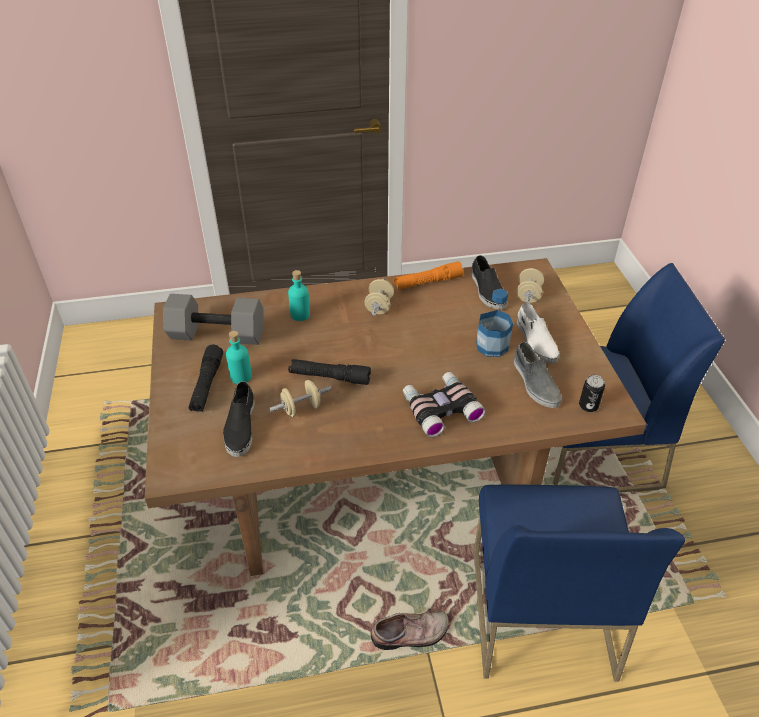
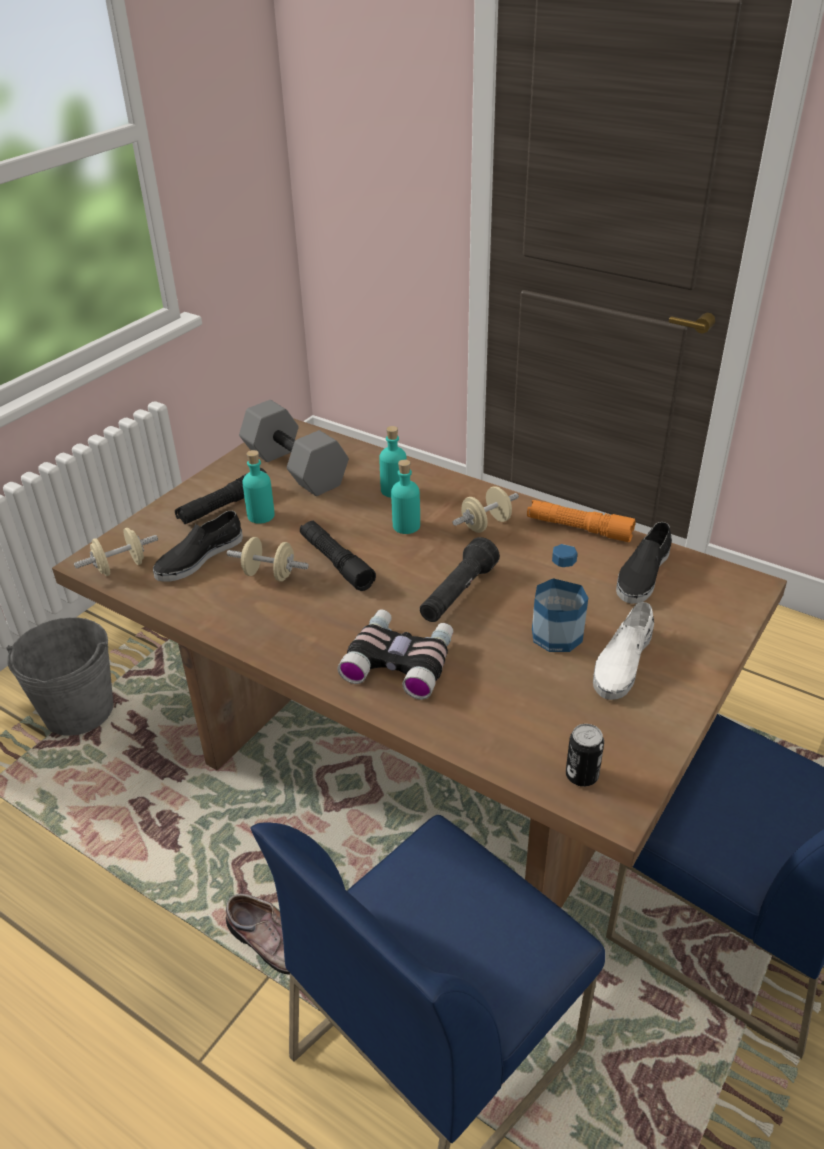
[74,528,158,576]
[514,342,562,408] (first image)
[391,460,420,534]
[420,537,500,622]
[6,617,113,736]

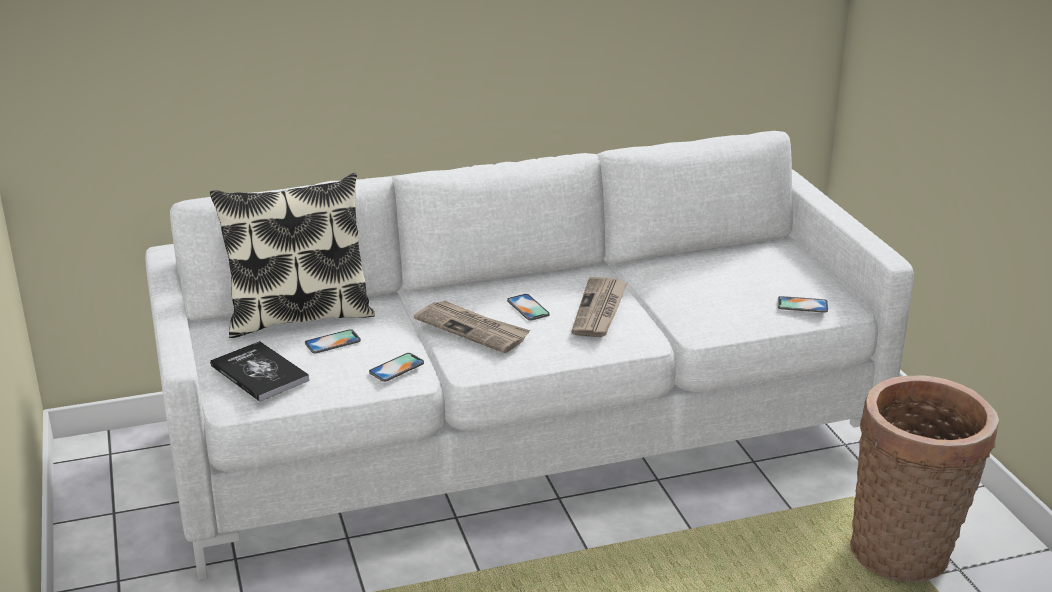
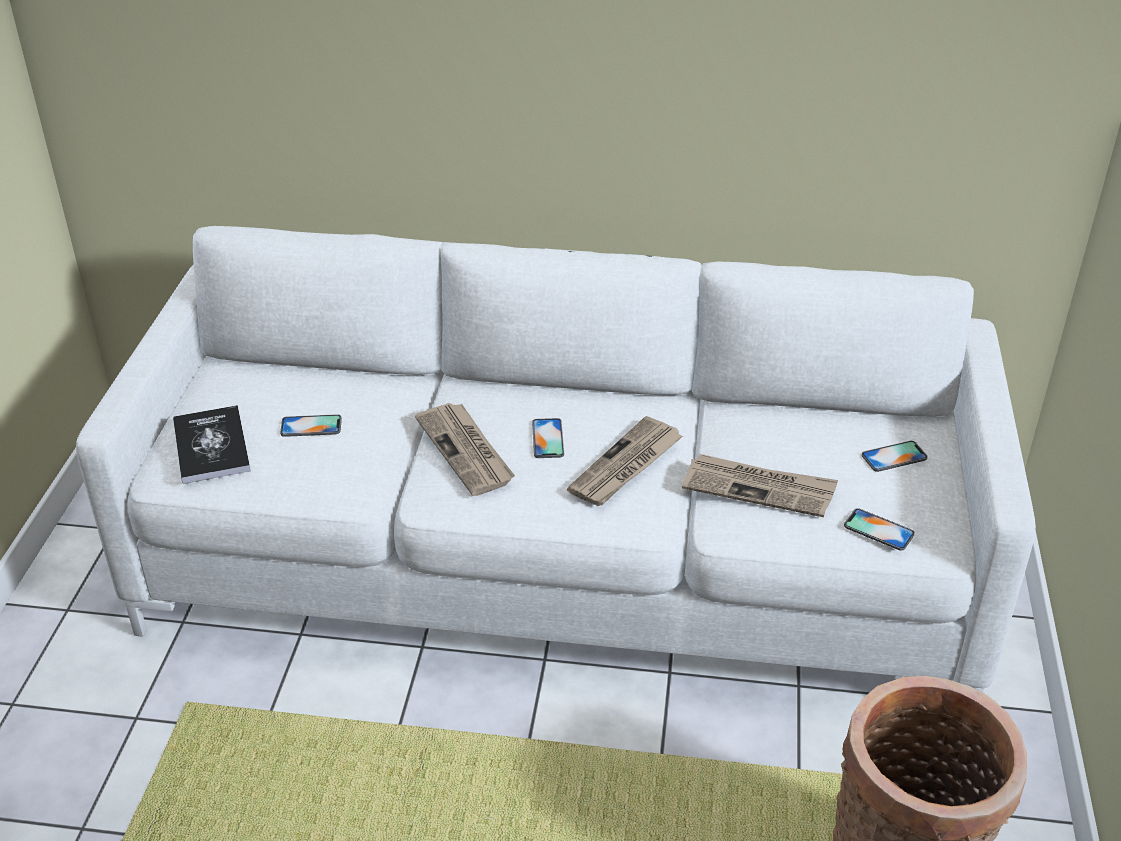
[210,173,375,338] (first image)
[862,441,928,472]
[682,454,838,517]

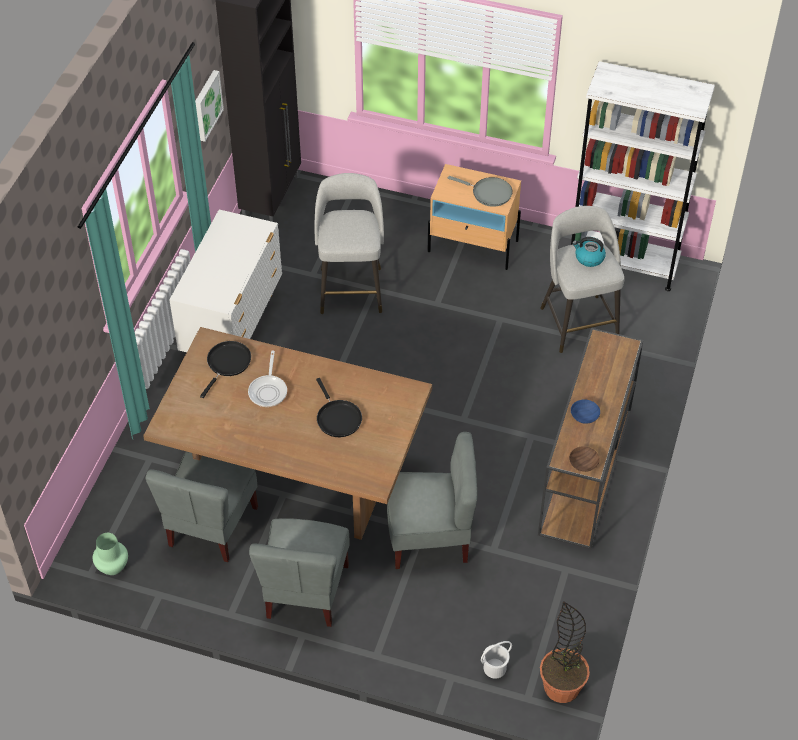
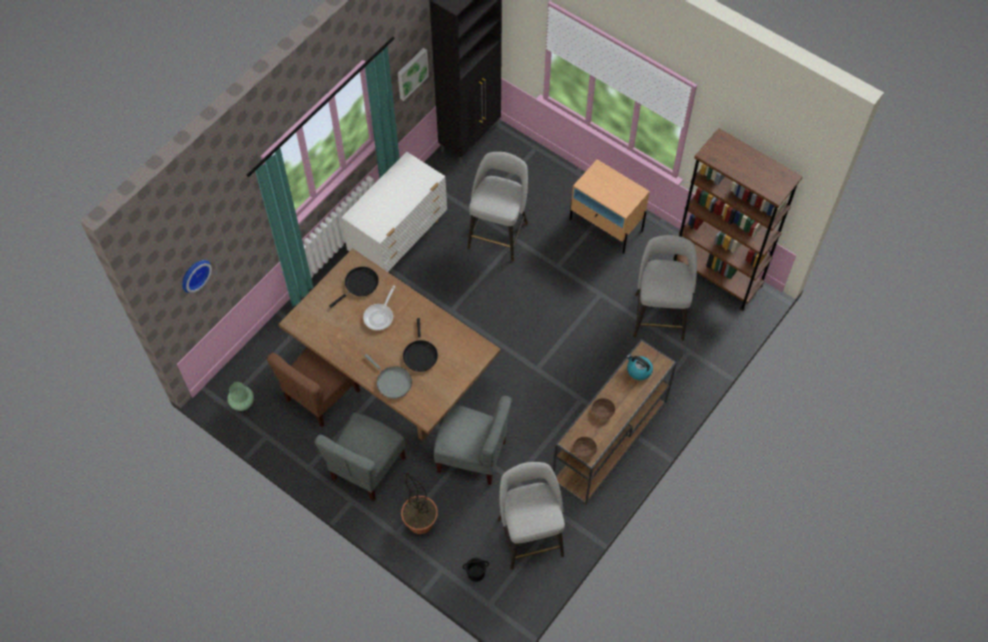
[673,128,803,311]
[364,354,412,399]
[626,354,653,380]
[592,398,615,419]
[267,347,360,427]
[401,472,438,534]
[462,558,489,582]
[183,260,212,293]
[497,462,565,570]

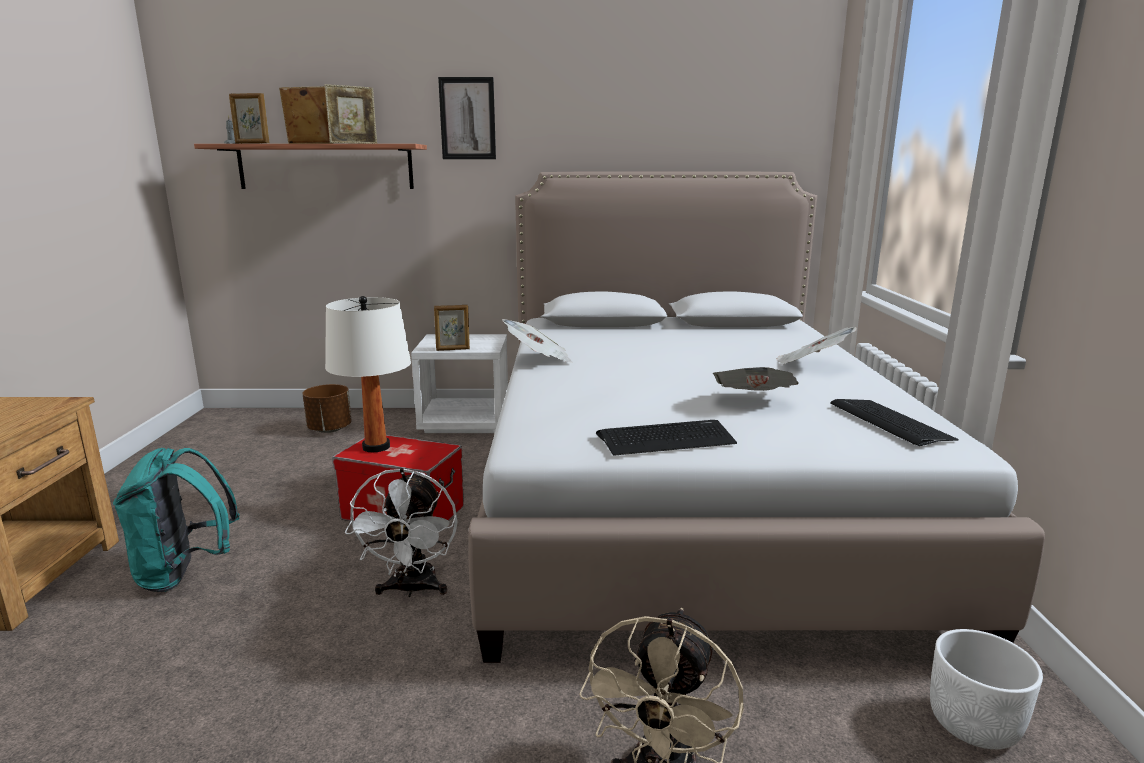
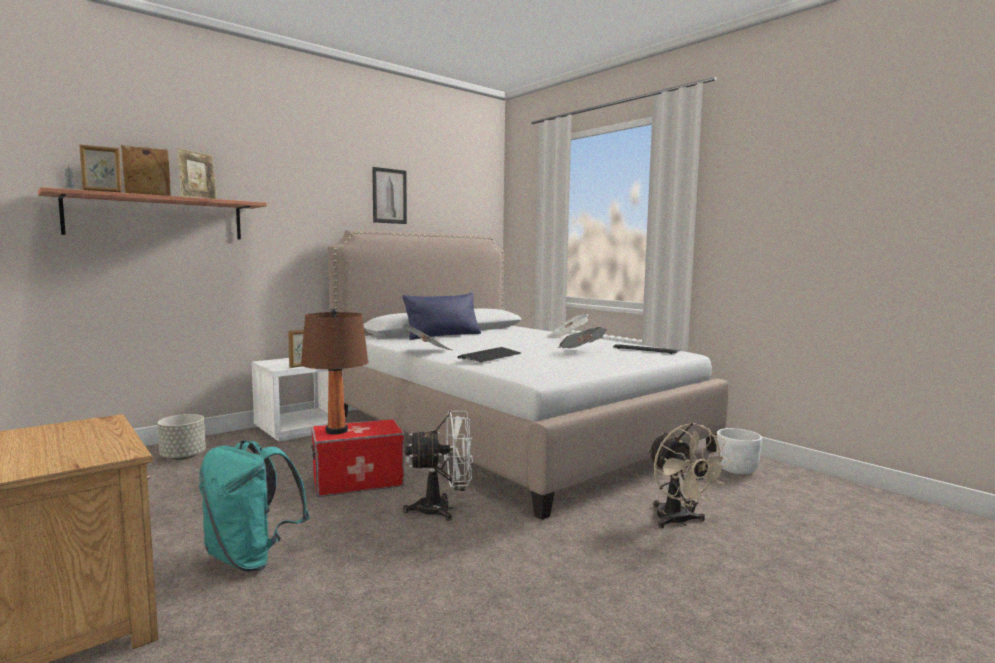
[372,167,407,224]
[301,309,369,434]
[158,414,206,460]
[457,347,521,362]
[403,411,473,521]
[403,293,481,340]

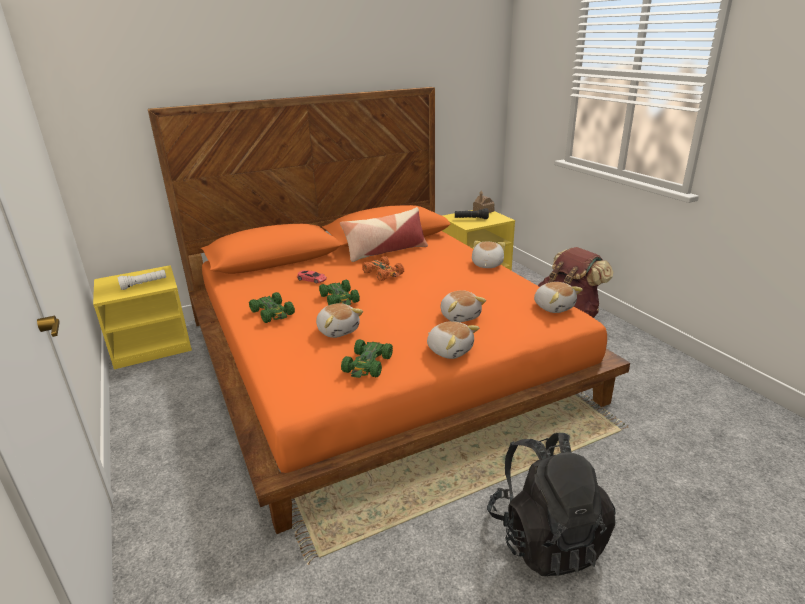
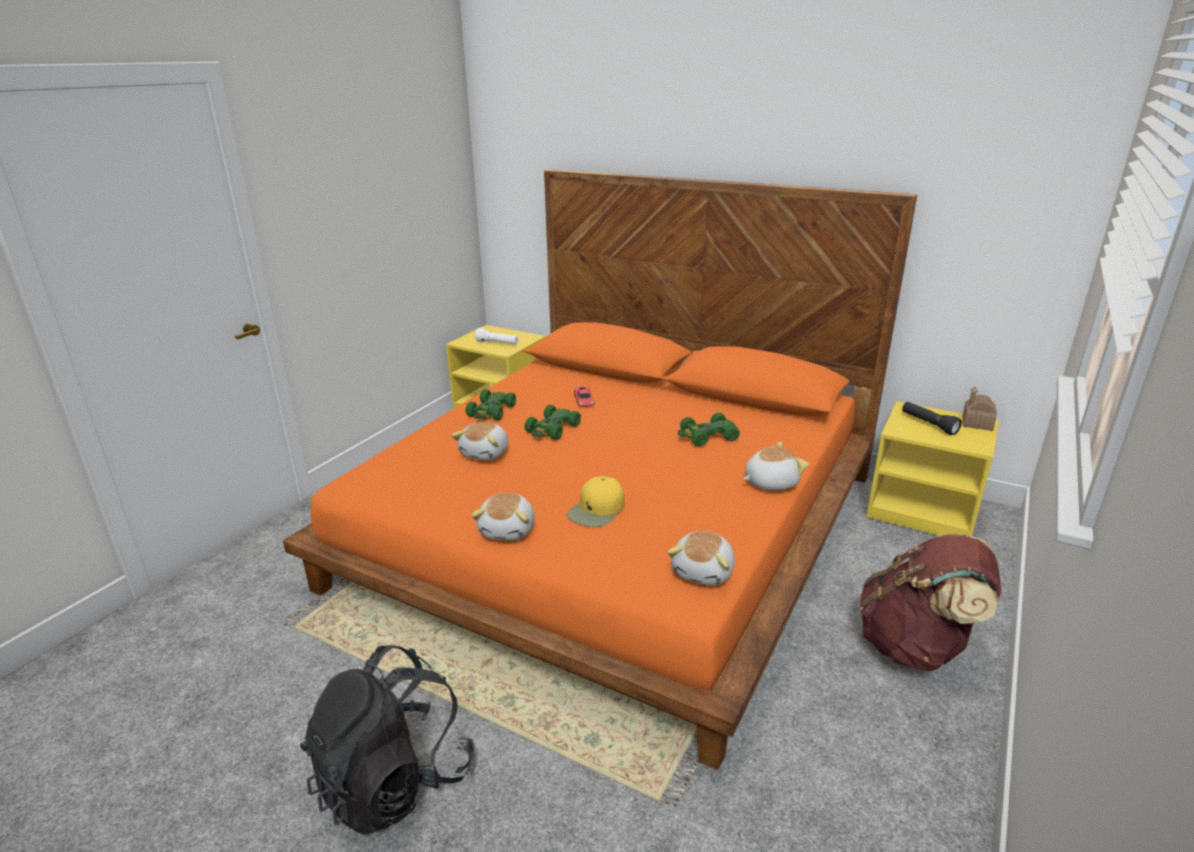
[340,207,428,262] (first image)
[362,256,404,281] (first image)
[567,476,625,527]
[678,413,740,446]

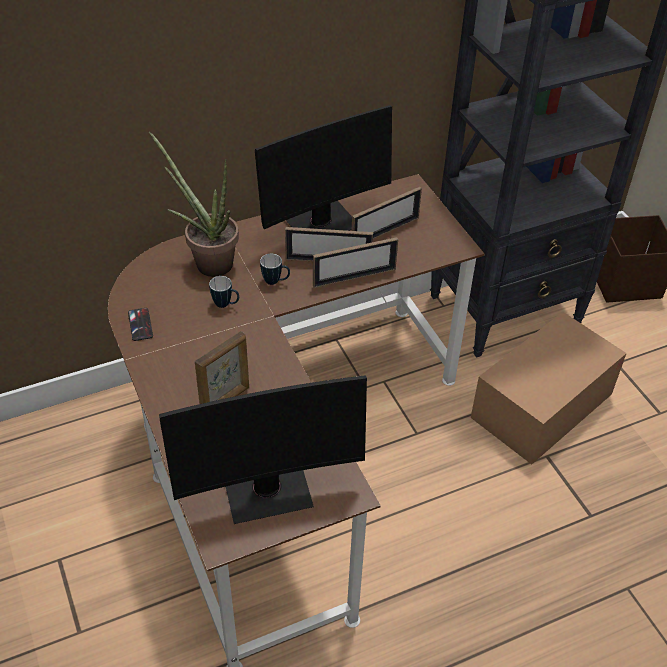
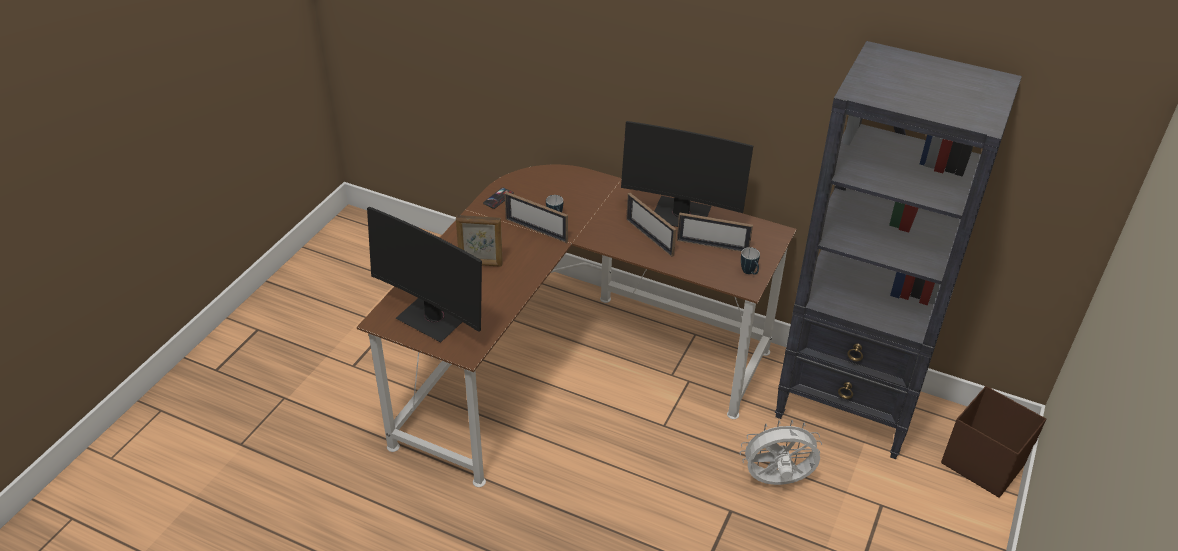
[149,131,239,277] (first image)
[505,192,568,243]
[741,247,760,275]
[740,420,822,485]

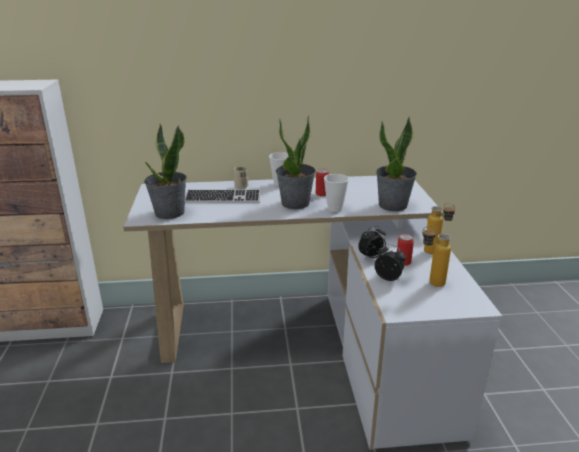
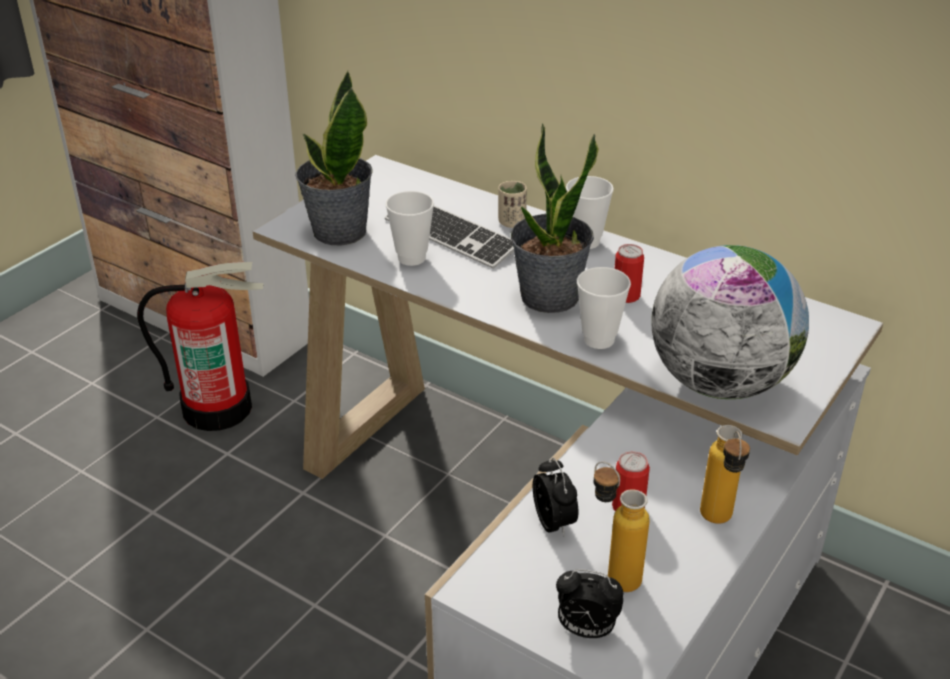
[651,245,809,399]
[556,569,623,638]
[385,191,434,266]
[137,262,264,431]

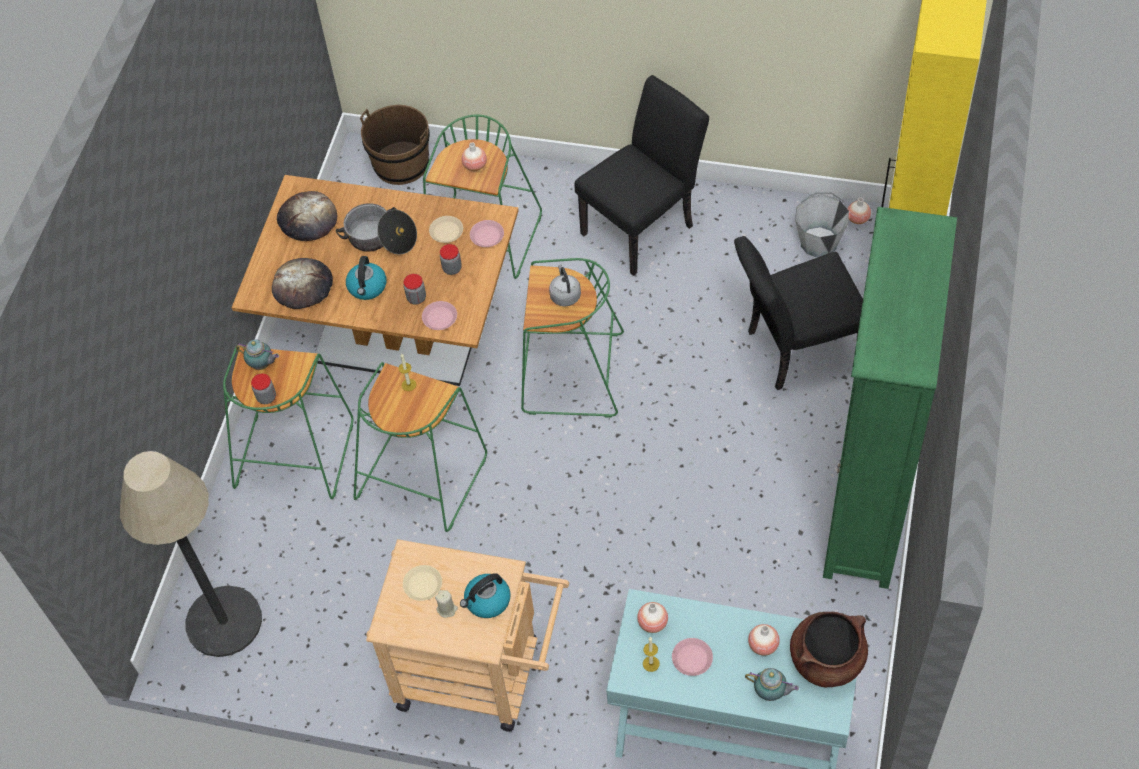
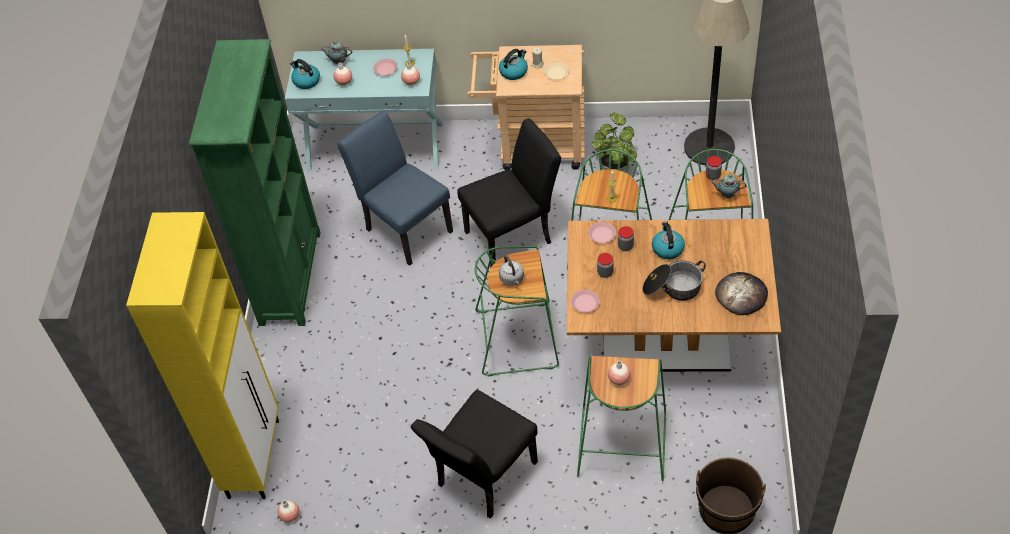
[795,192,849,258] (first image)
[429,216,463,243] (first image)
[457,118,561,267]
[272,258,333,309] (first image)
[290,59,320,89]
[337,110,453,266]
[592,113,637,171]

